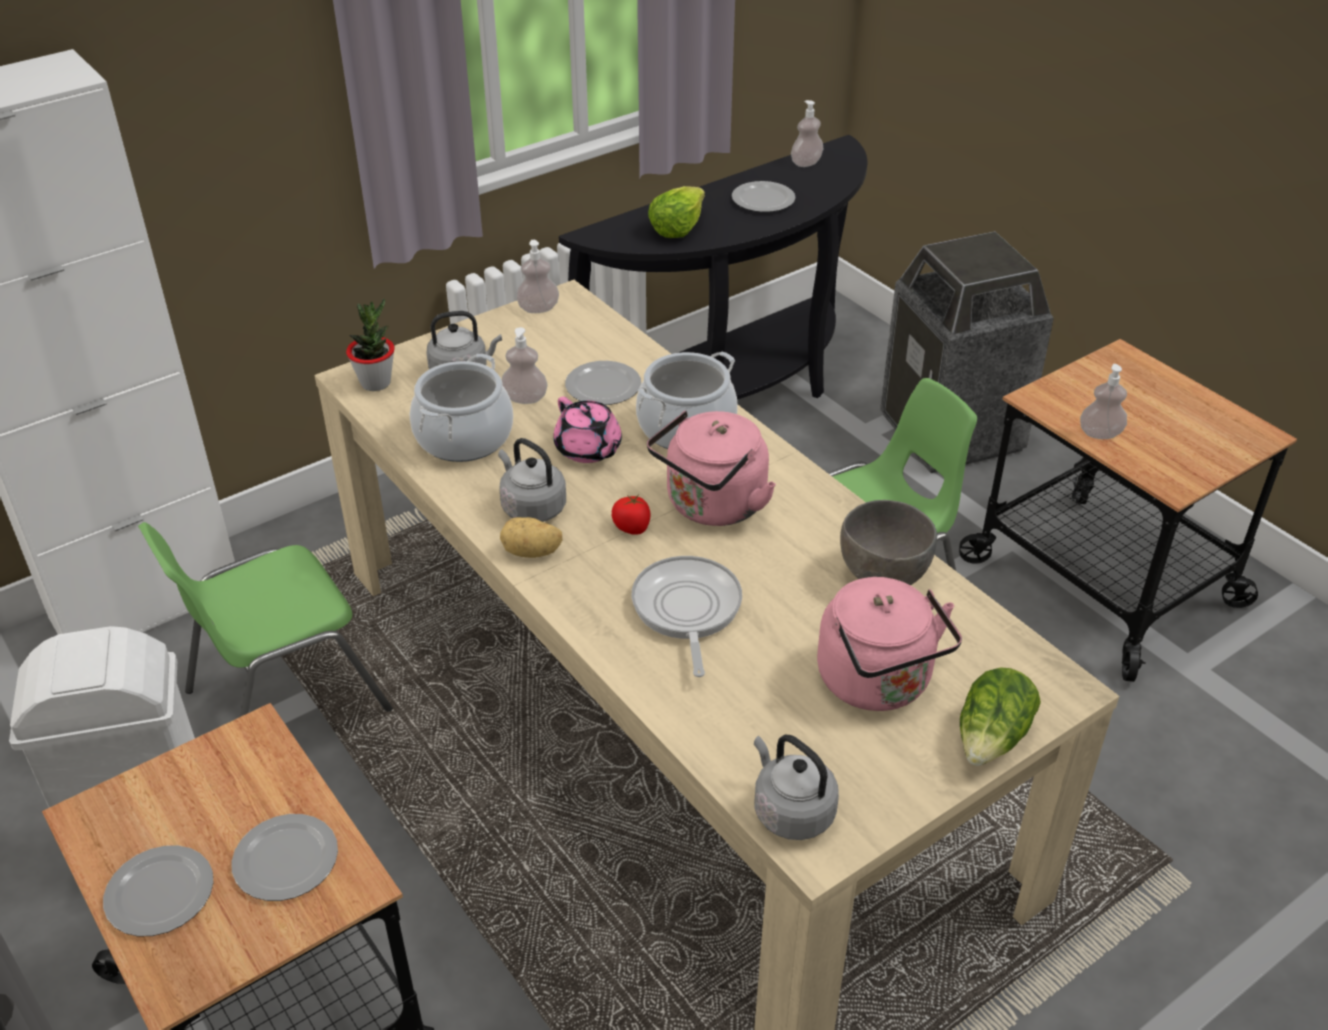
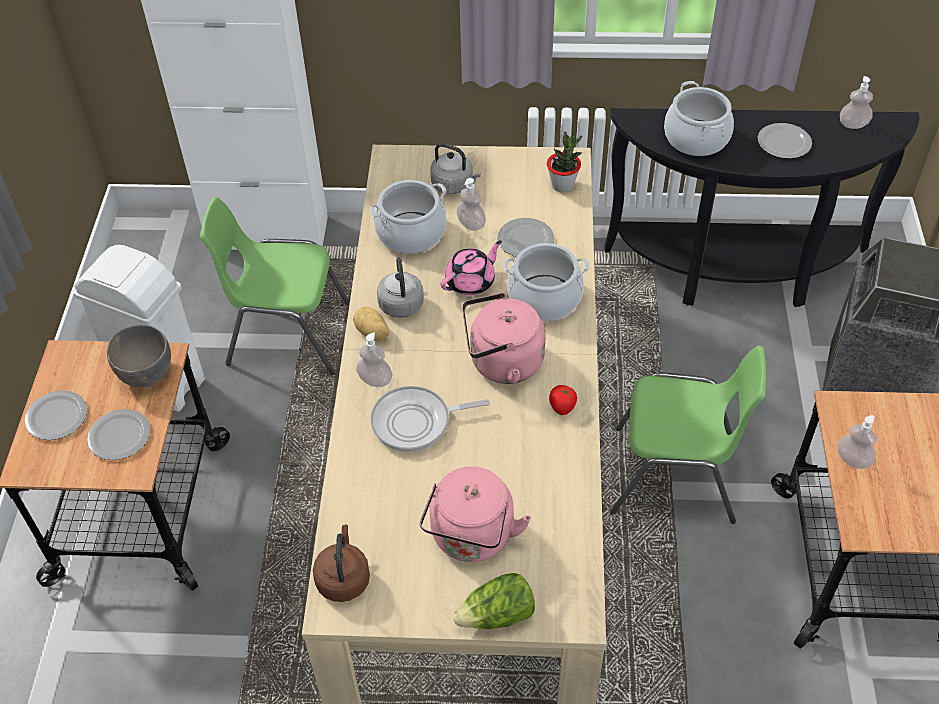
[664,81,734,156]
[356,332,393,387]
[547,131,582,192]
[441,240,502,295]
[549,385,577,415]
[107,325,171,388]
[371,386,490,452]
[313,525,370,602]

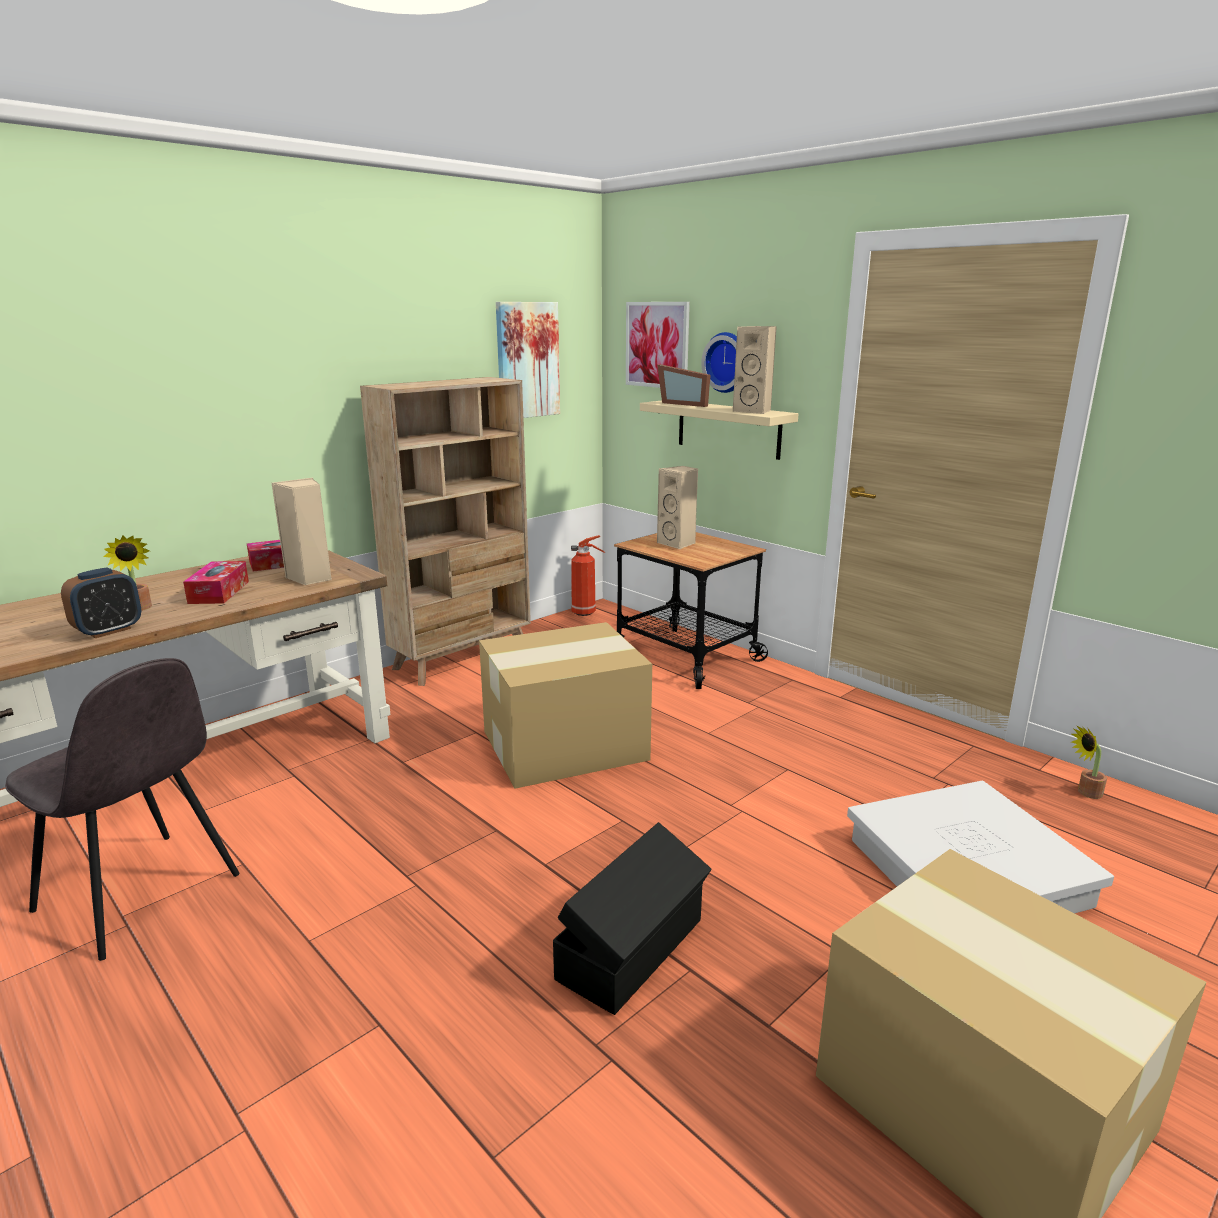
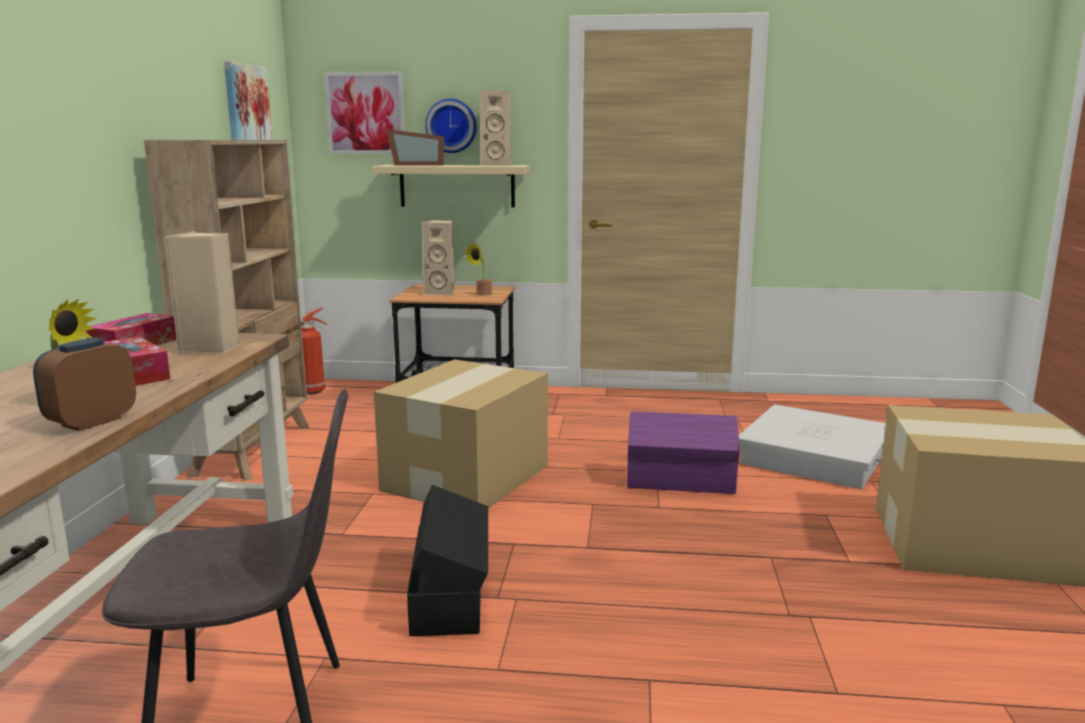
[33,338,136,431]
[464,243,492,296]
[407,485,488,636]
[627,411,740,494]

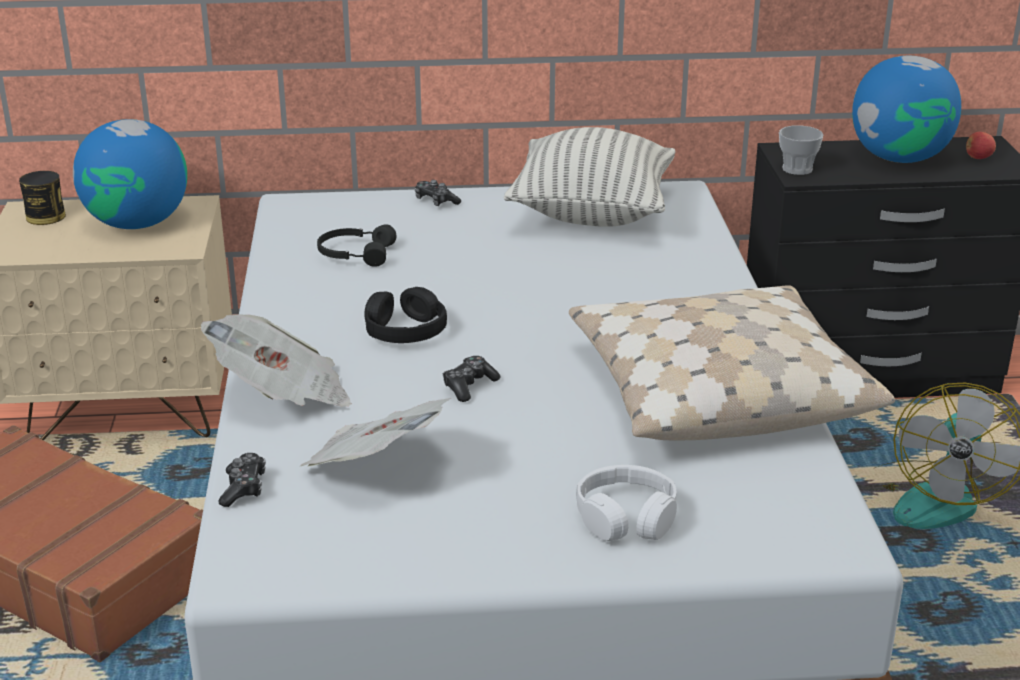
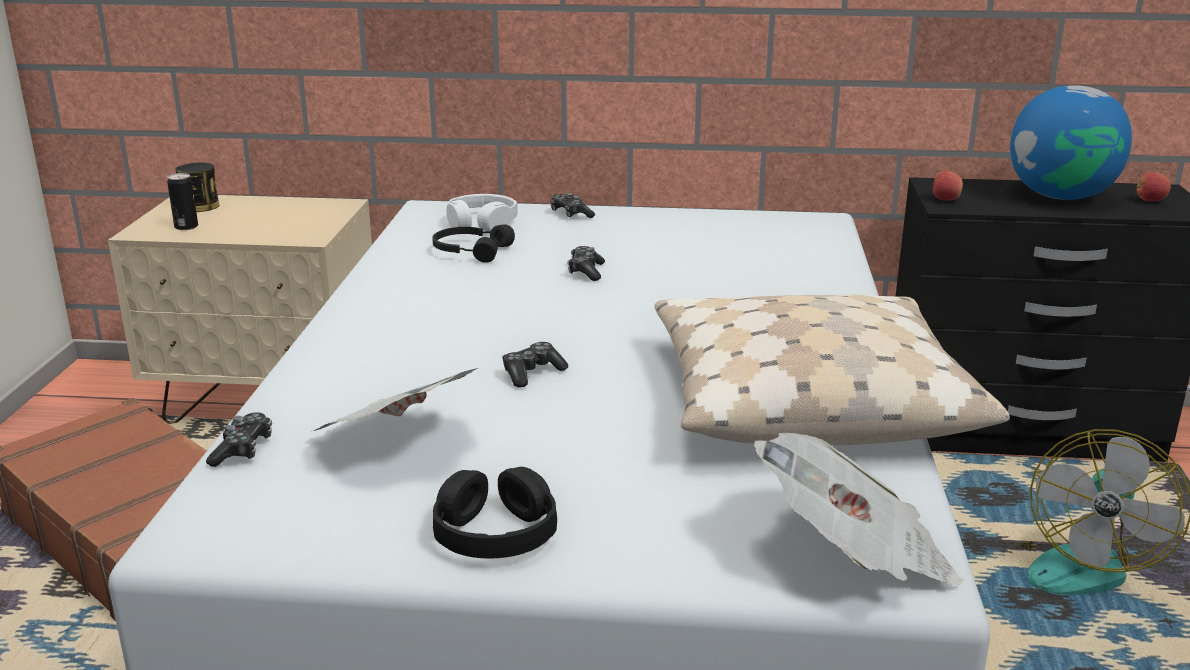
[73,119,187,229] (first image)
[933,171,963,201]
[504,127,675,227] (first image)
[433,467,557,559]
[754,433,963,585]
[446,194,518,231]
[167,173,198,230]
[567,246,605,281]

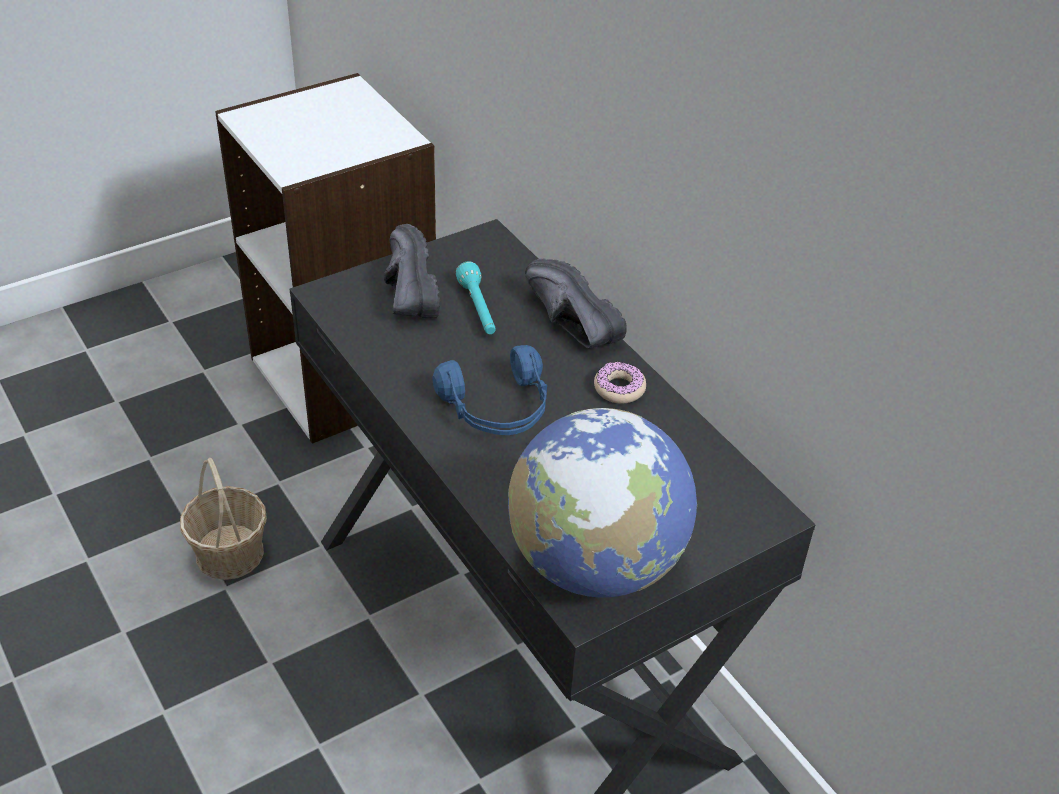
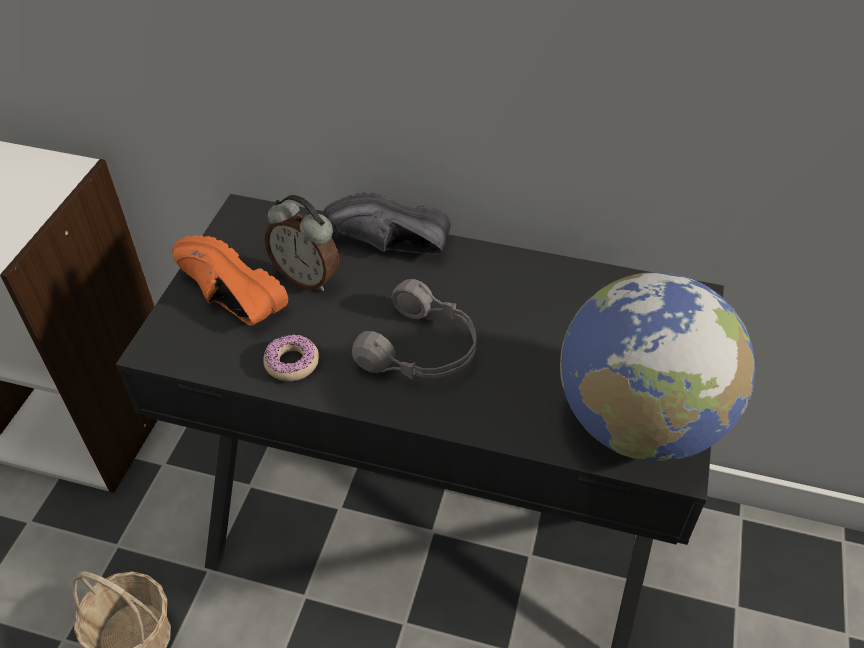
[172,236,288,326]
[265,195,339,292]
[352,279,477,380]
[263,334,319,381]

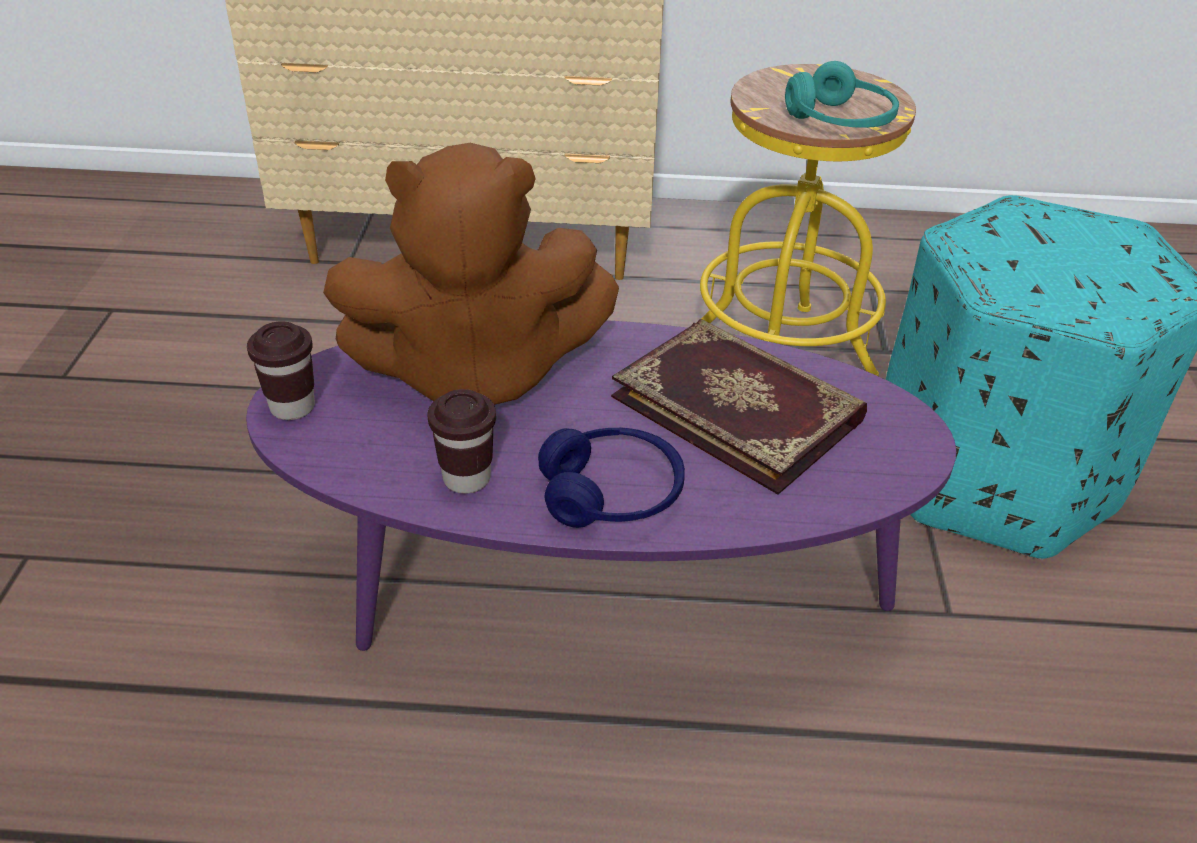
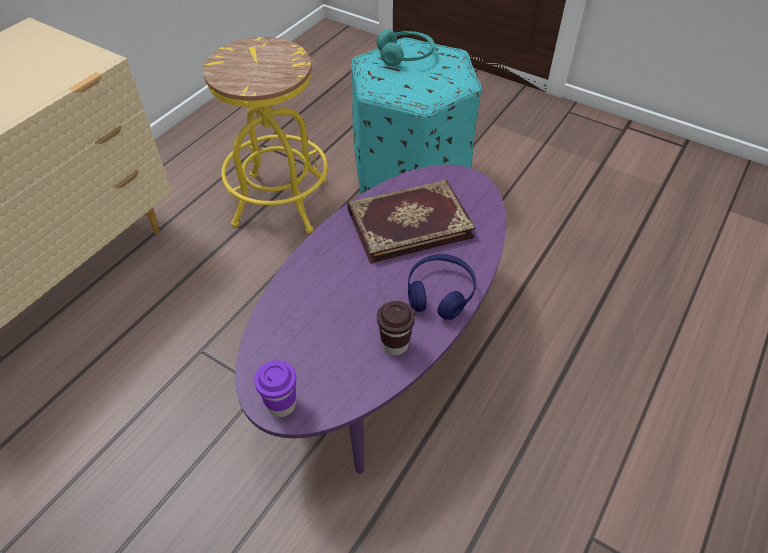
[377,29,434,66]
[323,143,619,405] (first image)
[254,360,296,417]

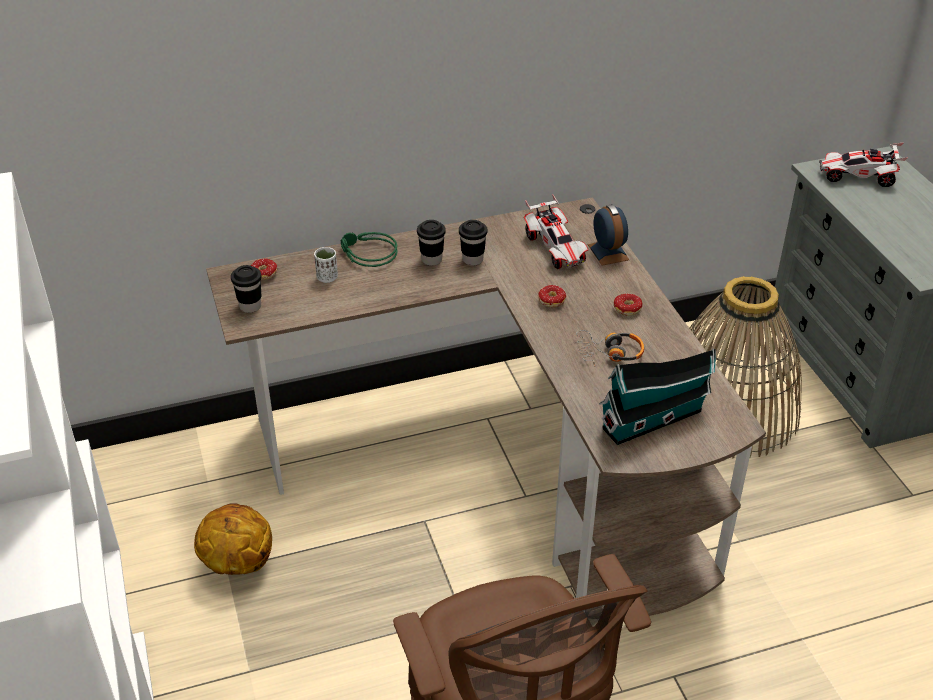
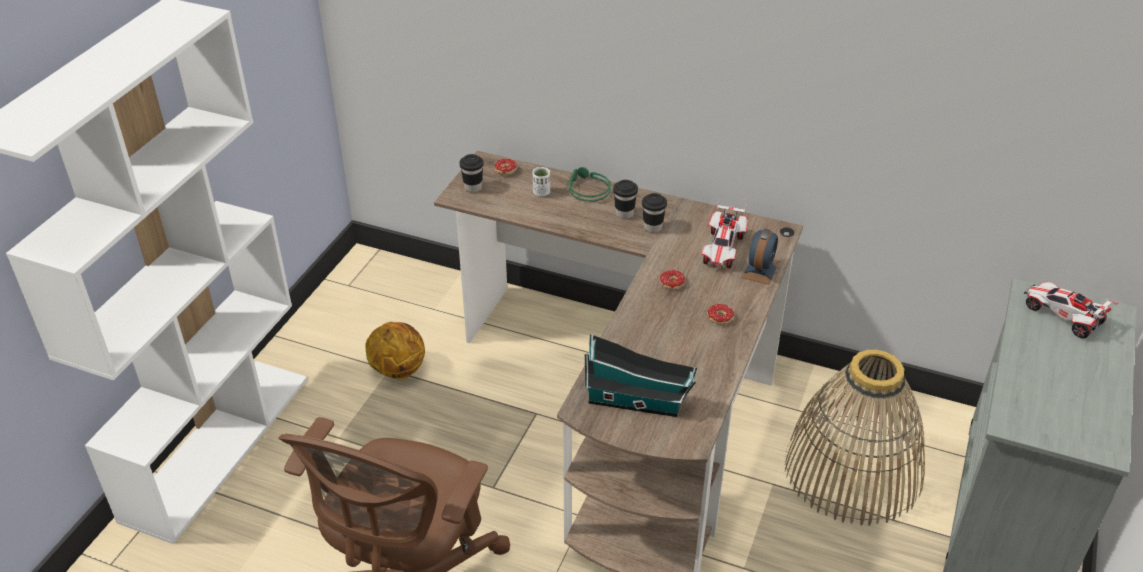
[576,330,644,367] (first image)

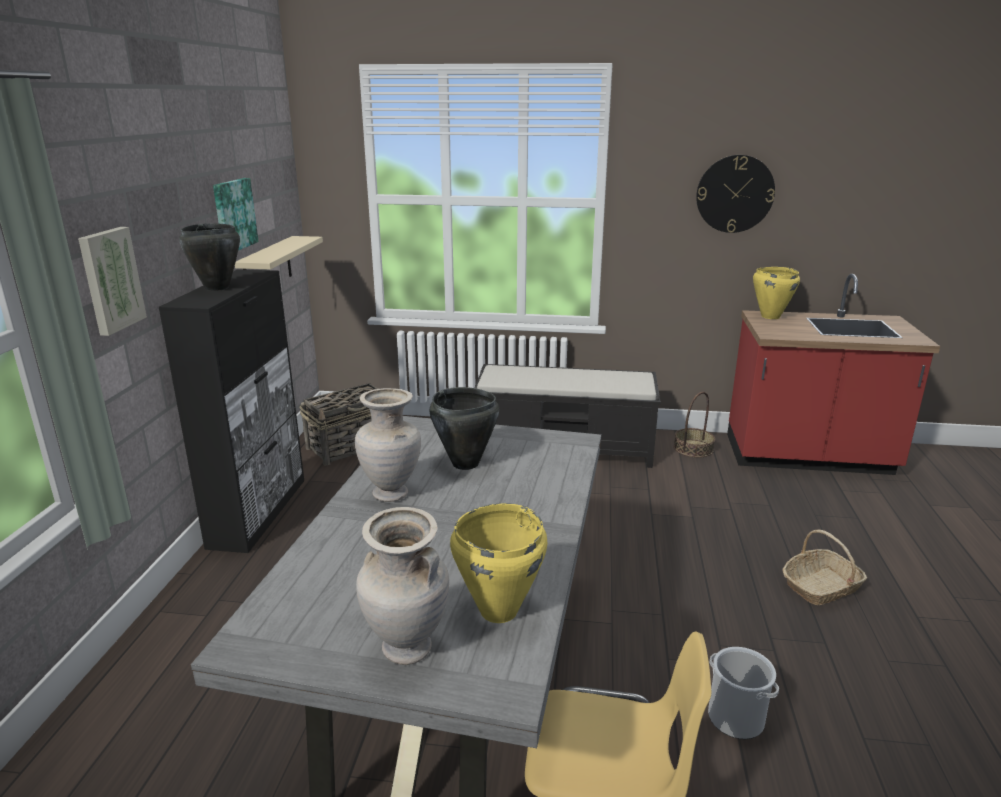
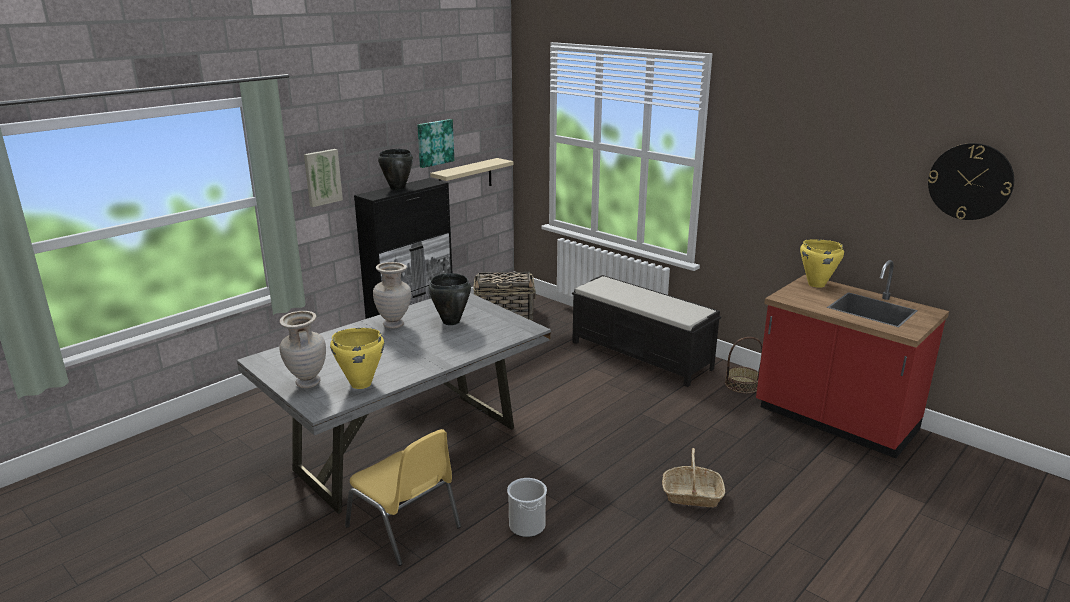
[928,143,1014,220]

